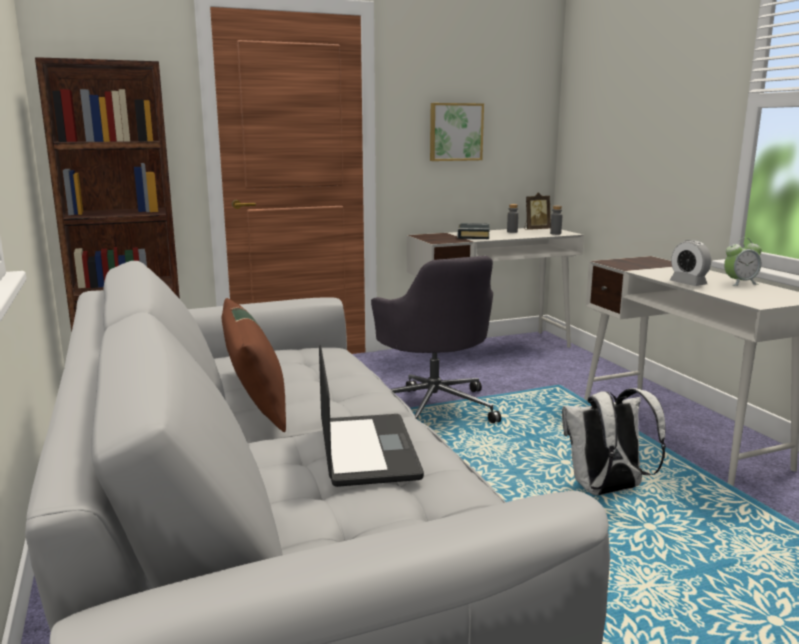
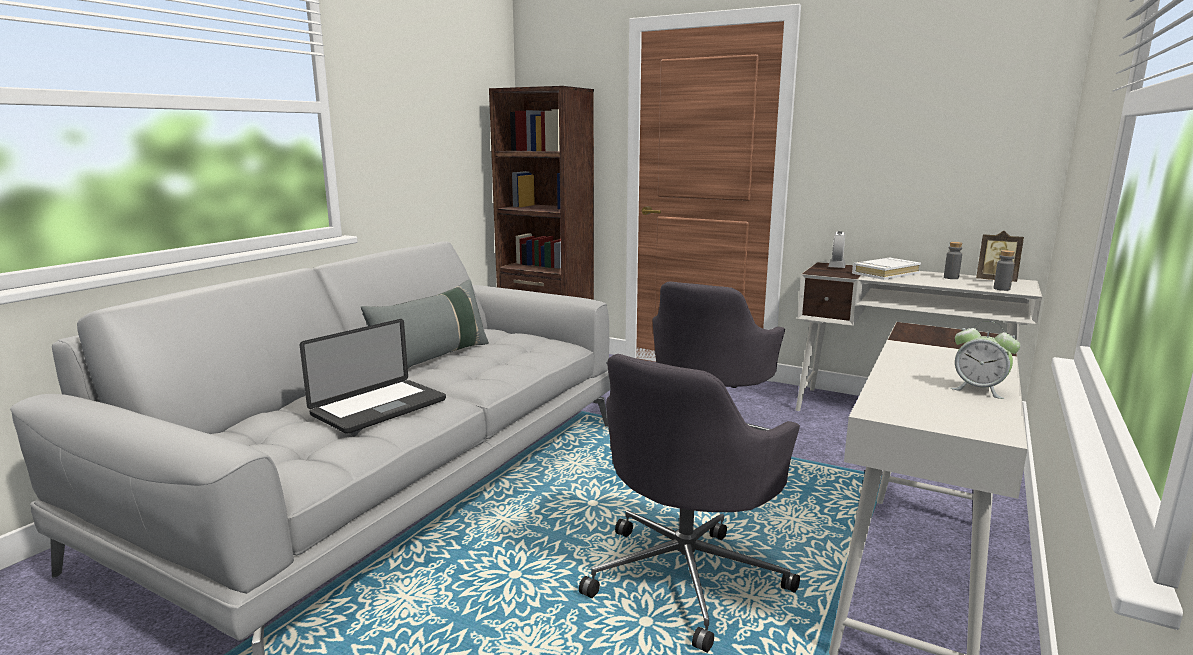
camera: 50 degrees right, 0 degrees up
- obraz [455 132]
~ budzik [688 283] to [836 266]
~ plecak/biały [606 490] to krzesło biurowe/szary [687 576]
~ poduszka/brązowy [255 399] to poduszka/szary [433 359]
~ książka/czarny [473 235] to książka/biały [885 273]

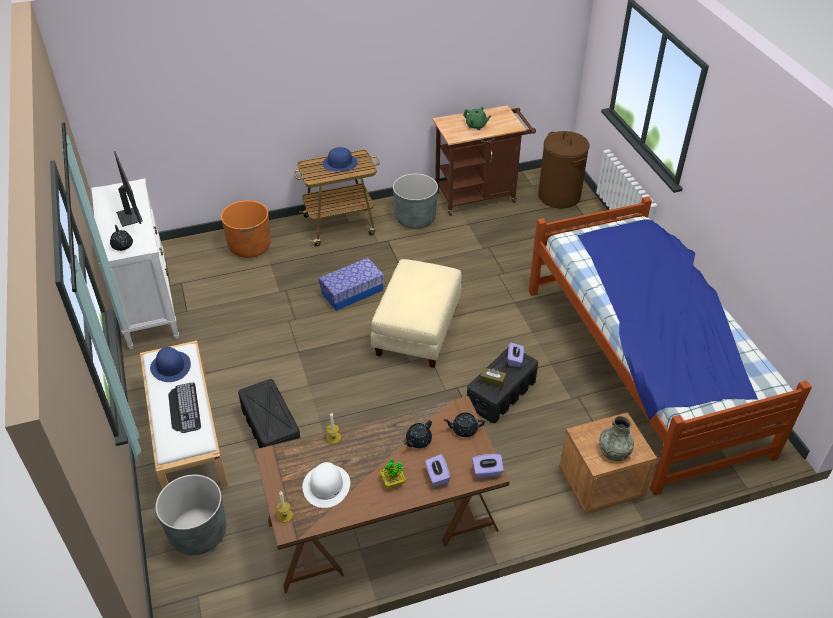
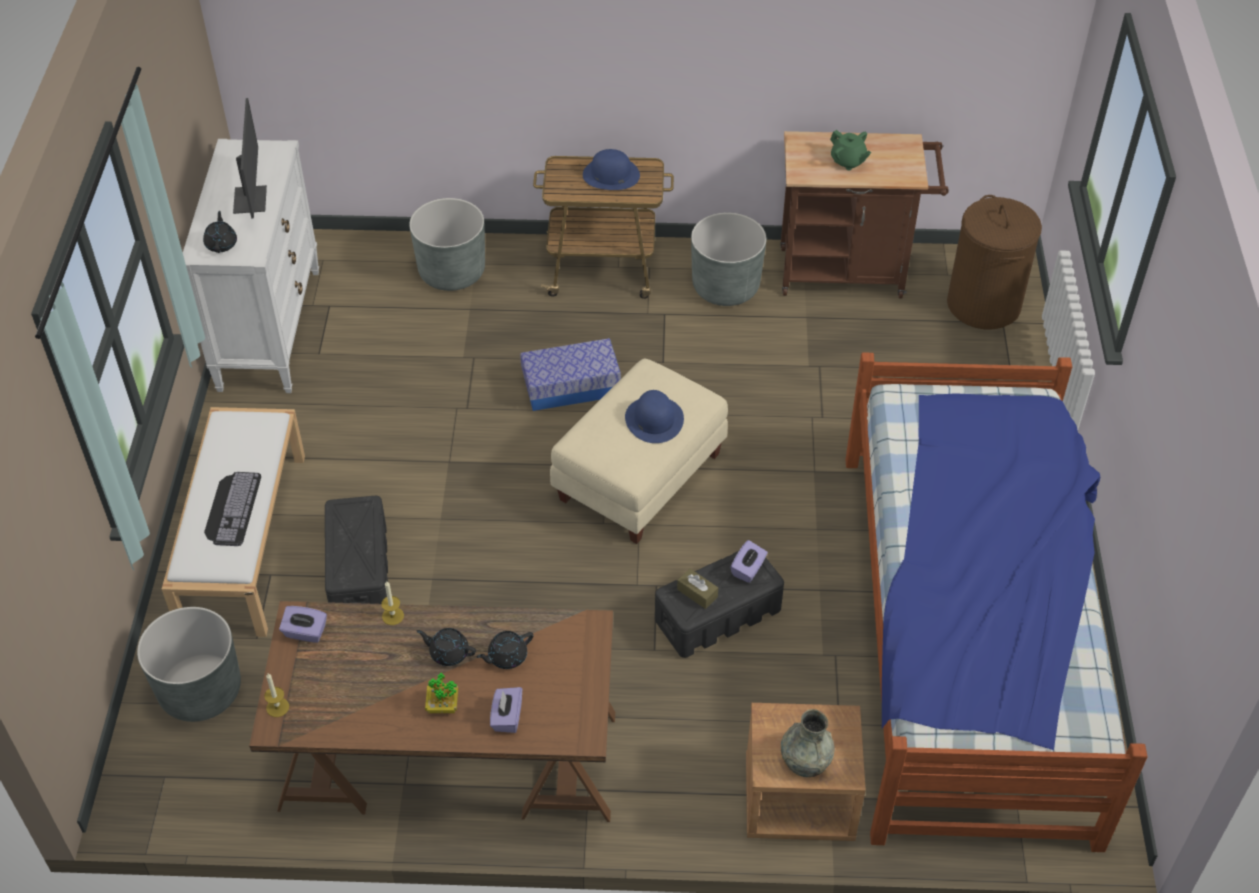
camera: 20 degrees right, 5 degrees up
- kapelusz/biały [326 486]
~ kapelusz/niebieski [170 366] to [654 419]
~ imbryk/czarny [464 429] to [448 653]
~ pudełko chusteczek/fioletowy [487 472] to [305 632]
~ donica/pomarańczowy [250 247] to donica/szary [452 272]

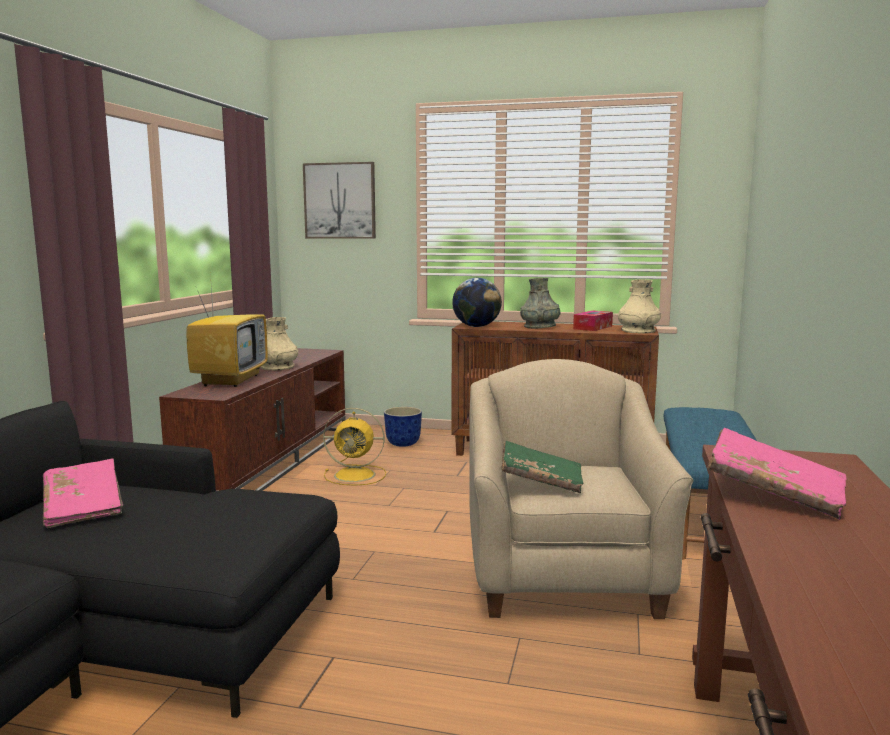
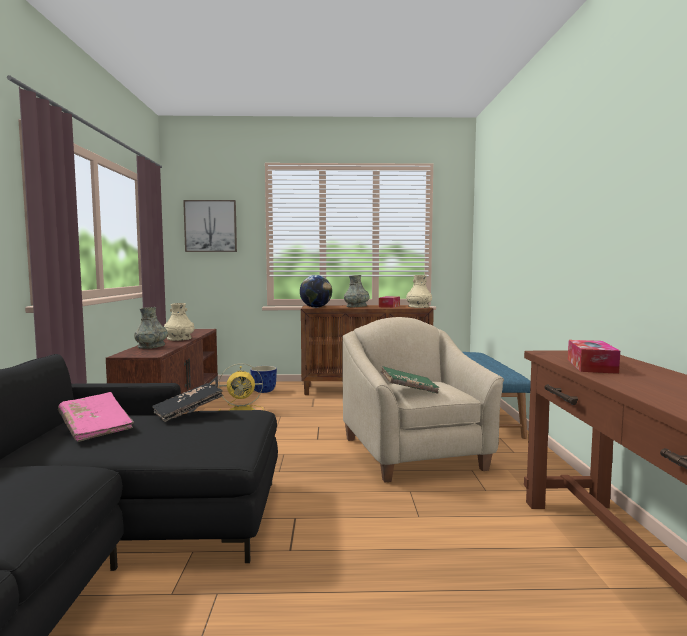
camera: 15 degrees left, 5 degrees down
+ książka/czarny [188 412]
~ telewizor [230 380] to wazon/szary [151 346]
~ książka/różowy [774 493] to pudełko chusteczek [591 366]

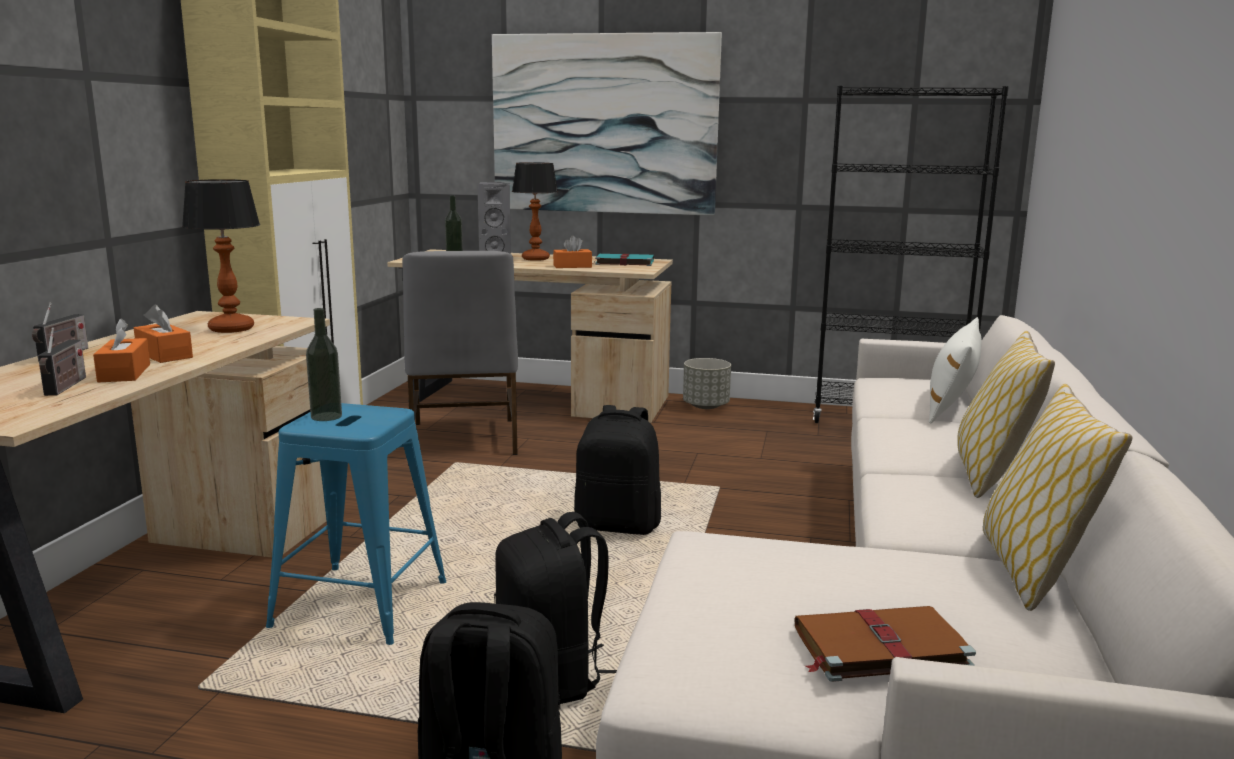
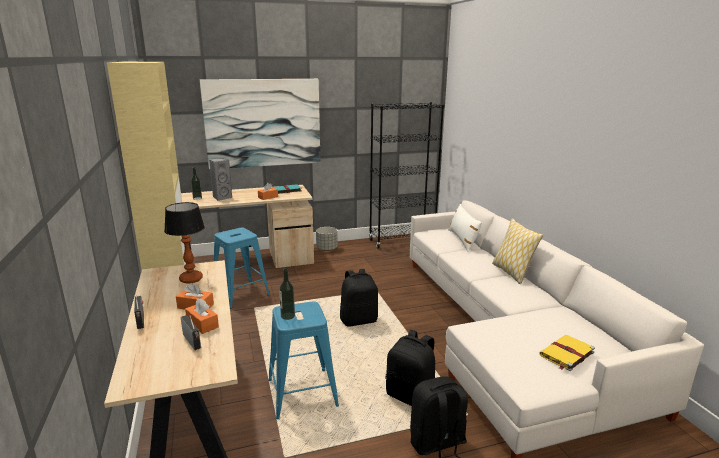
camera: 30 degrees left, 5 degrees up
- lampa stołowa [535 259]
- poduszka [1033 571]
~ krzesło/szary [463 439] to stołek/niebieski [241 293]
~ książka/brązowy [878 648] to książka/żółty [566 354]

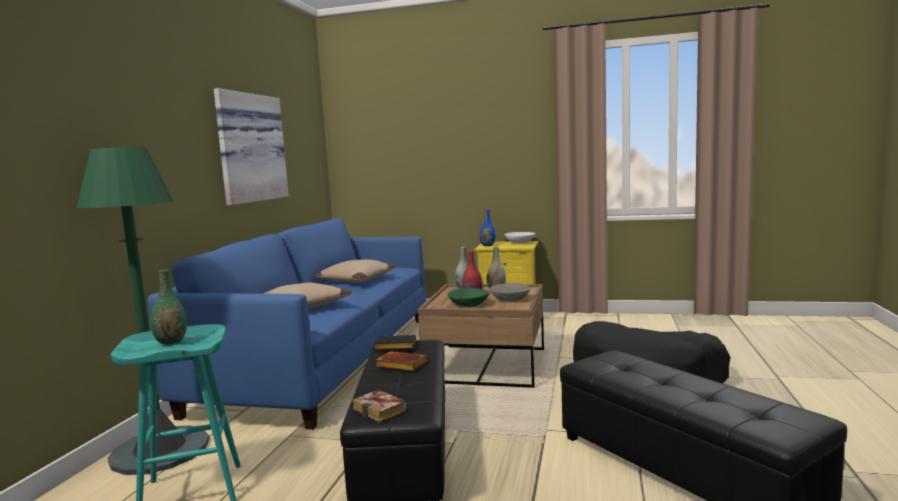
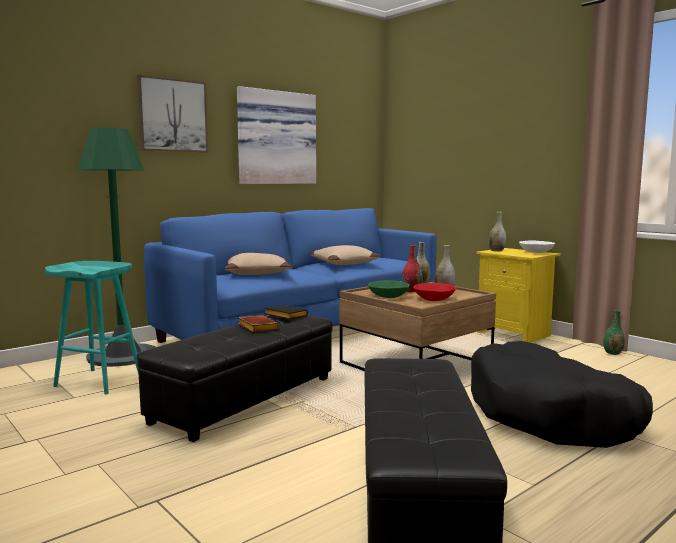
camera: 35 degrees right, 0 degrees up
- książka [382 411]
+ obraz [173 115]
~ wazon/zielony [171 342] to [613 353]
~ wazon/niebieski [488 245] to wazon/szary [497 250]
~ miska/szary [510 299] to miska/czerwony [434 299]

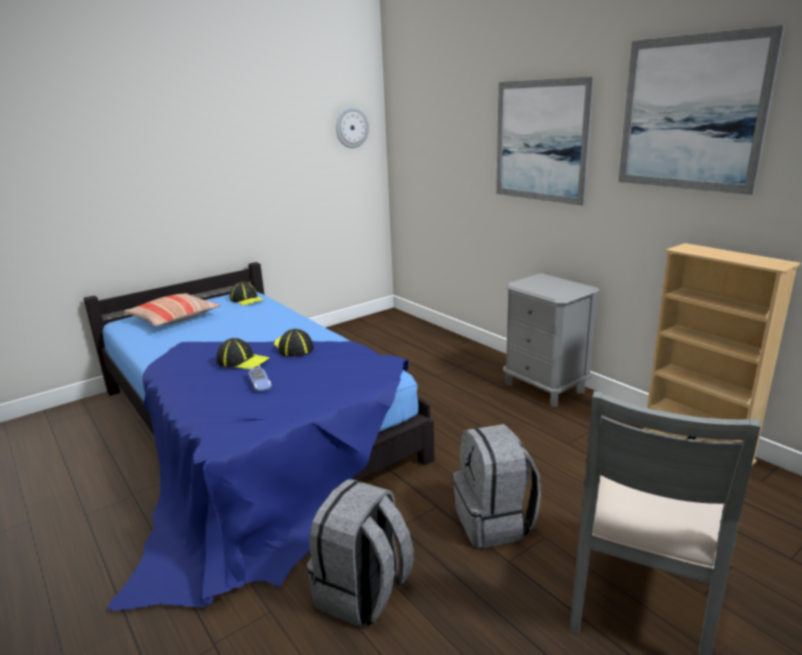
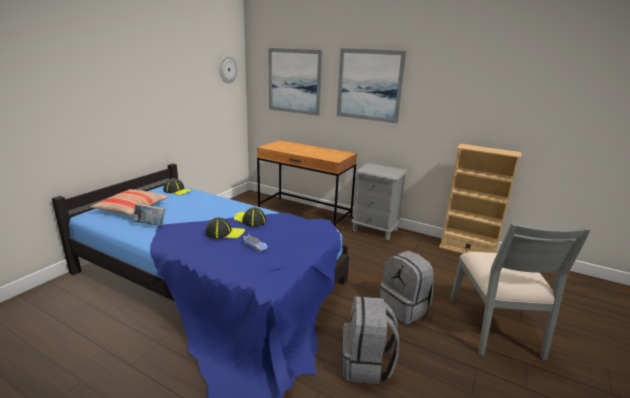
camera: 25 degrees left, 0 degrees up
+ książka [150 225]
+ biurko/brązowy [304 213]
~ obraz [691 114] to [294 81]

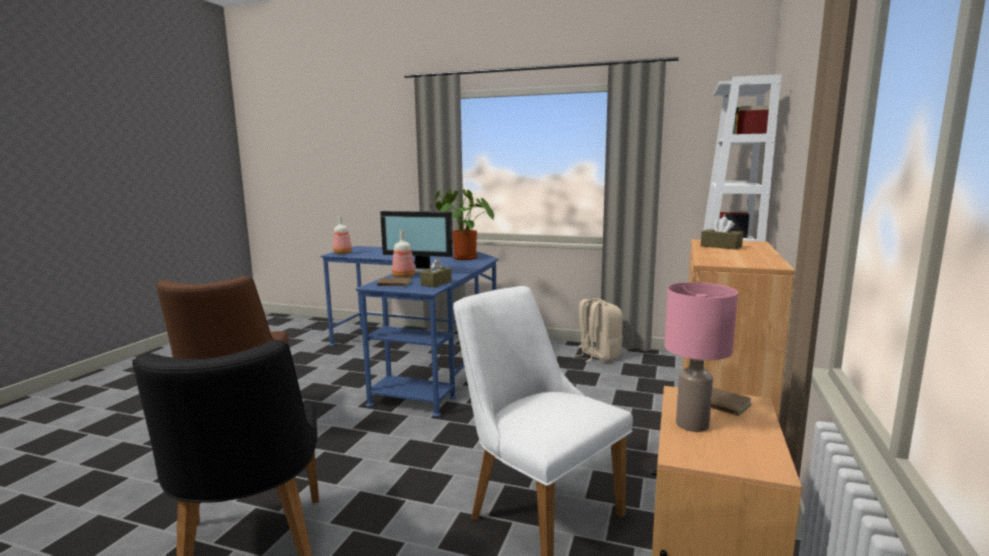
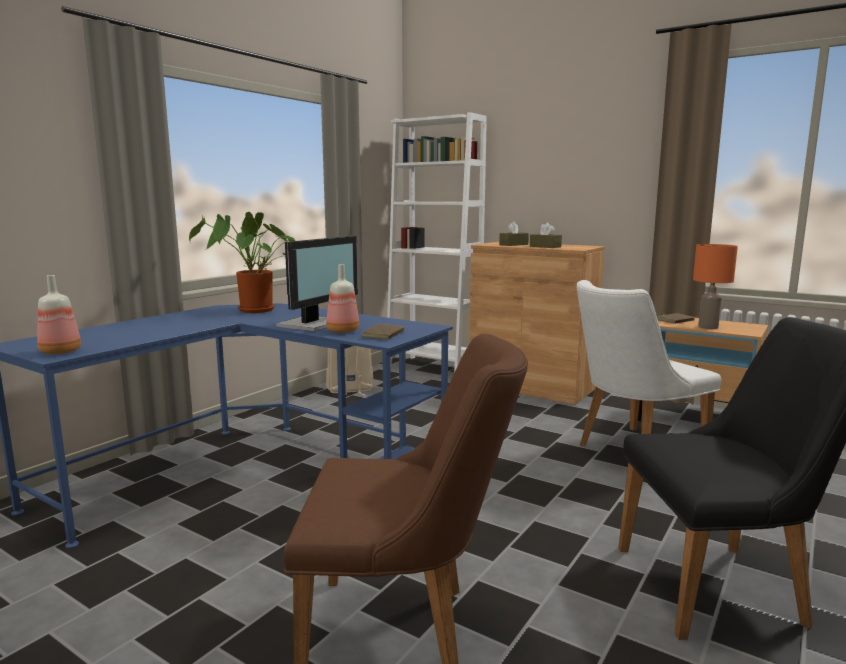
camera: 75 degrees left, 0 degrees up
~ pudełko chusteczek/brązowy [436 283] to [545 247]
~ lampa stołowa/różowy [691 424] to lampa stołowa/pomarańczowy [708 327]

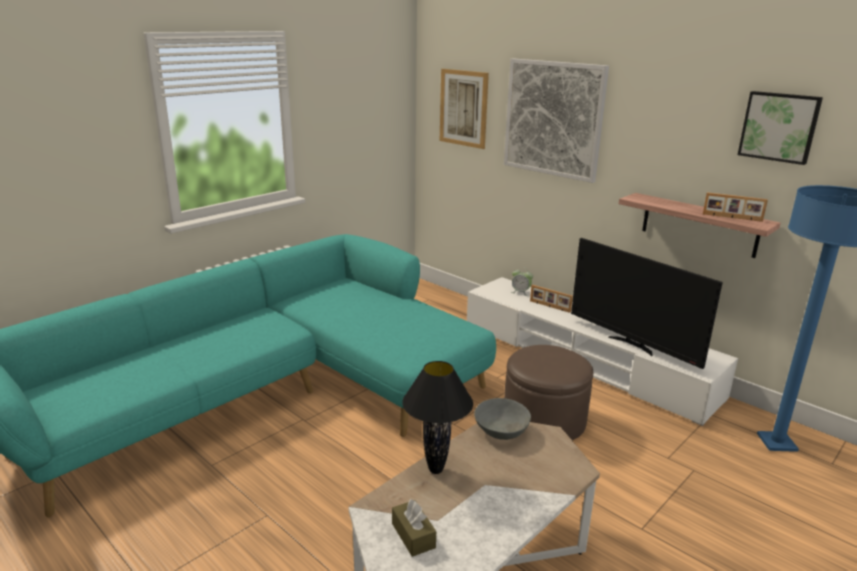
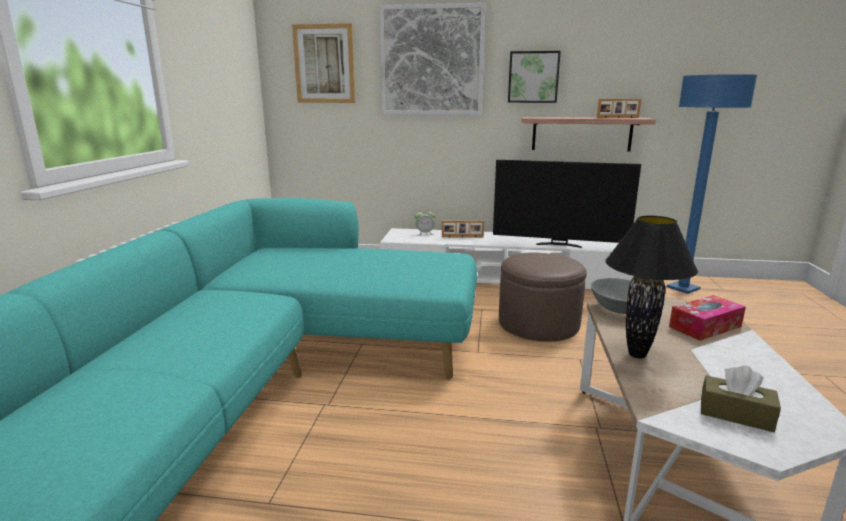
camera: 35 degrees left, 5 degrees down
+ pudełko chusteczek [705 326]
~ obraz [779 127] to [533 77]

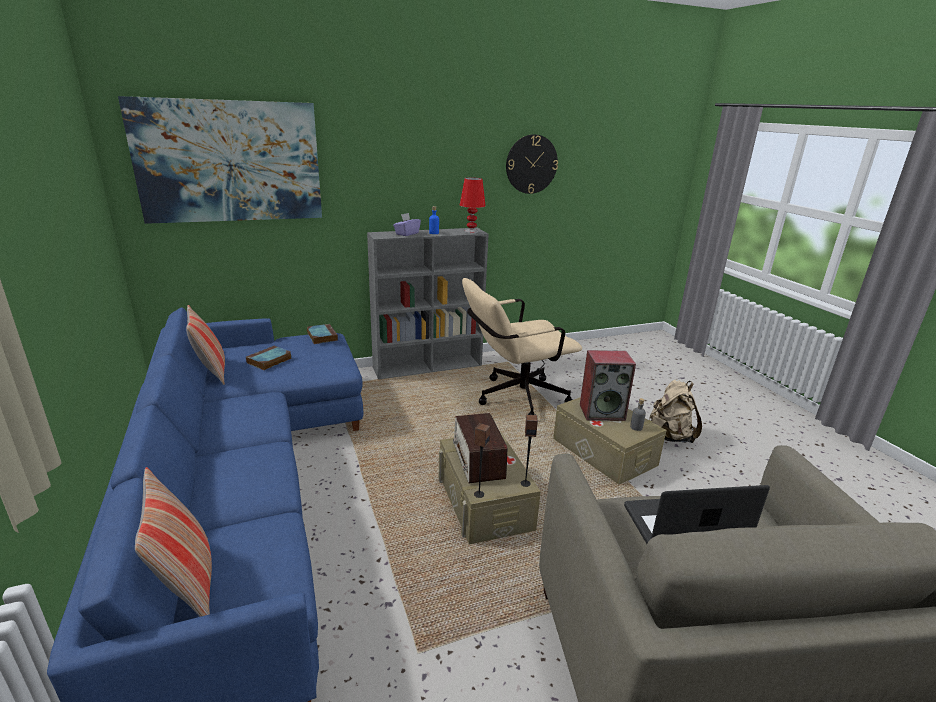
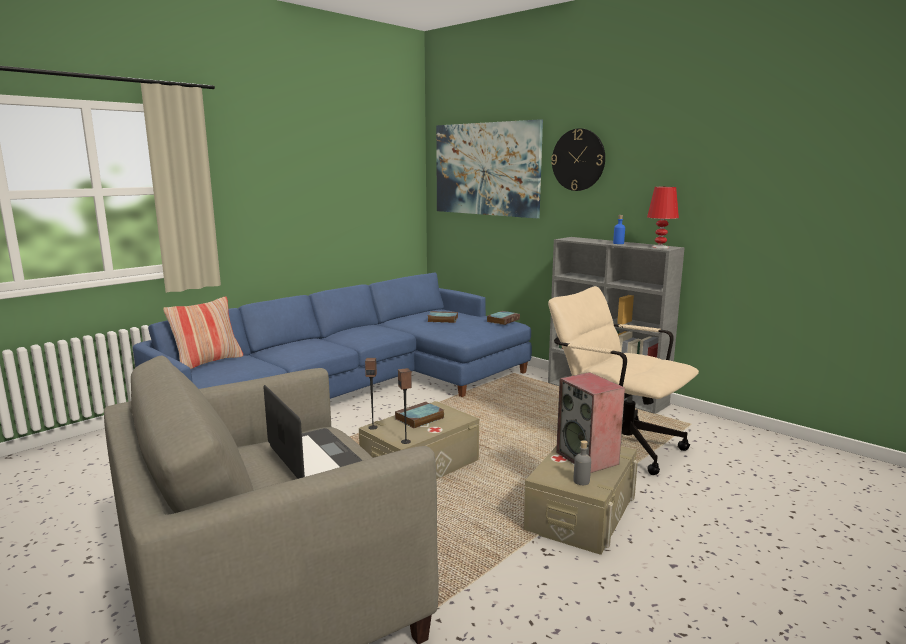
camera: 65 degrees right, 10 degrees down
- poduszka [211 372]
- pudełko chusteczek/fioletowy [407 234]
- plecak/beżowy [669 436]
~ zegar ścienny [531 164] to [578 160]
~ radio [478 461] to książka [419 418]

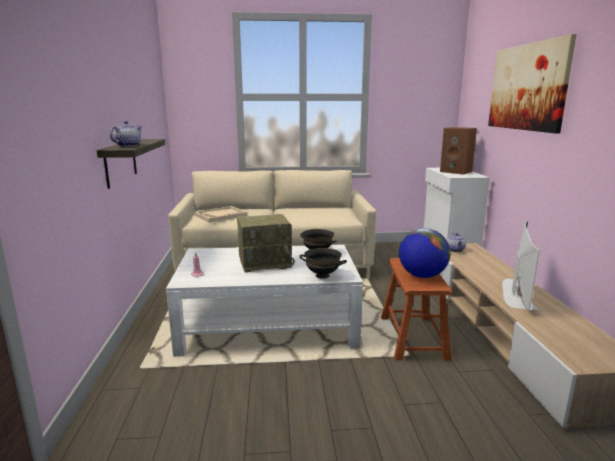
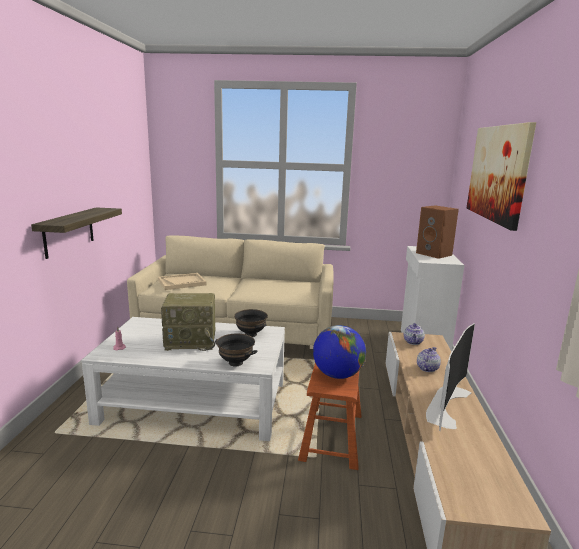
camera: 10 degrees right, 0 degrees up
~ imbryk [128 146] to [427 368]

